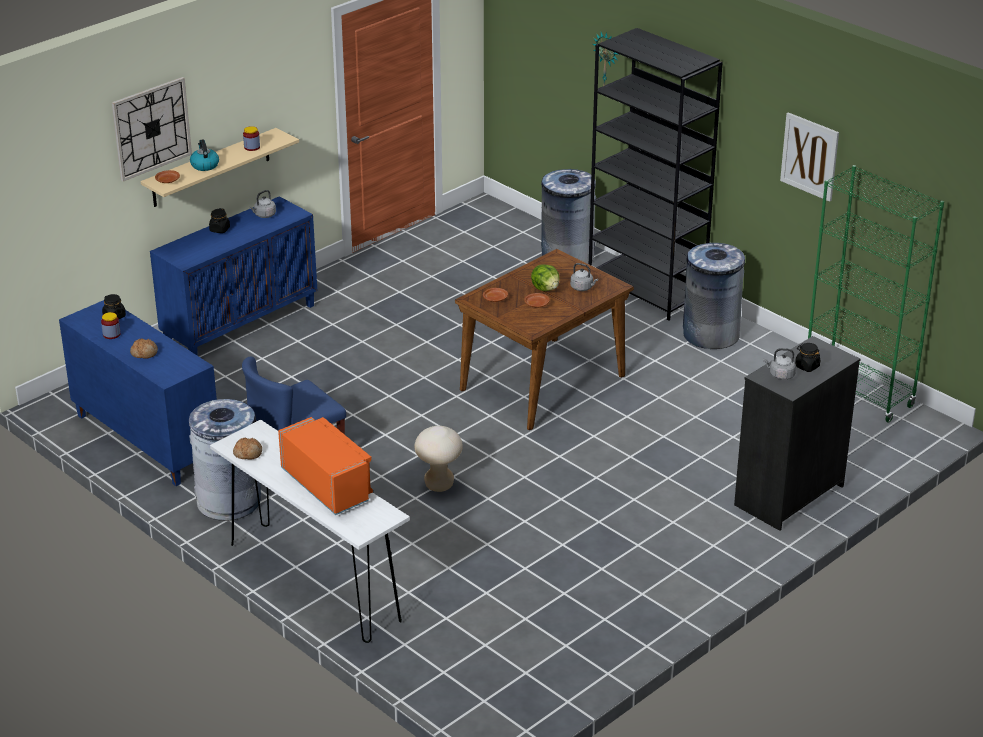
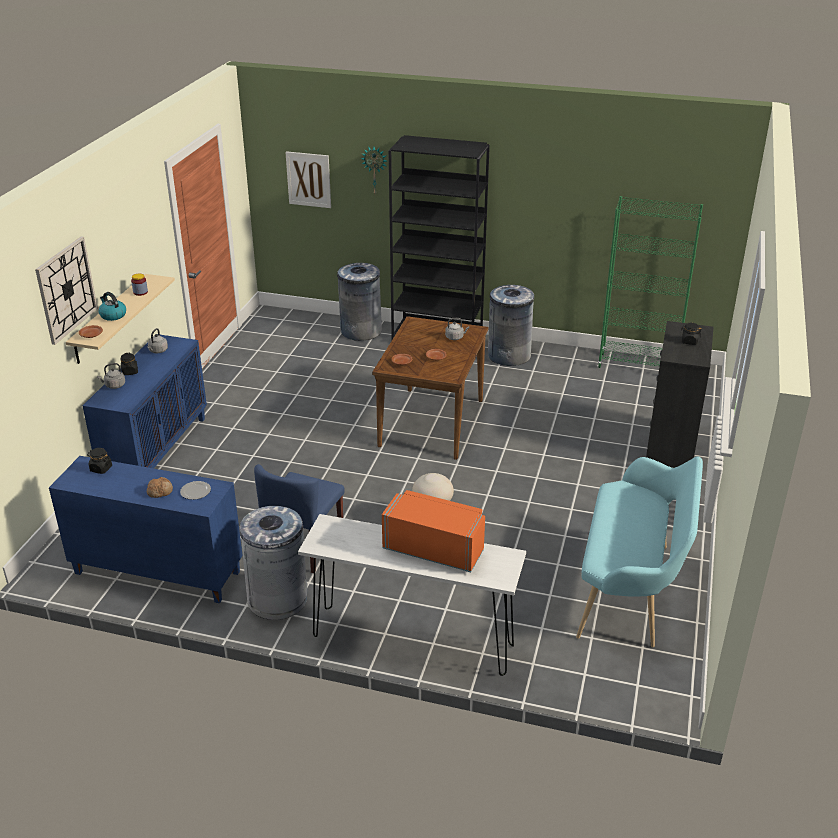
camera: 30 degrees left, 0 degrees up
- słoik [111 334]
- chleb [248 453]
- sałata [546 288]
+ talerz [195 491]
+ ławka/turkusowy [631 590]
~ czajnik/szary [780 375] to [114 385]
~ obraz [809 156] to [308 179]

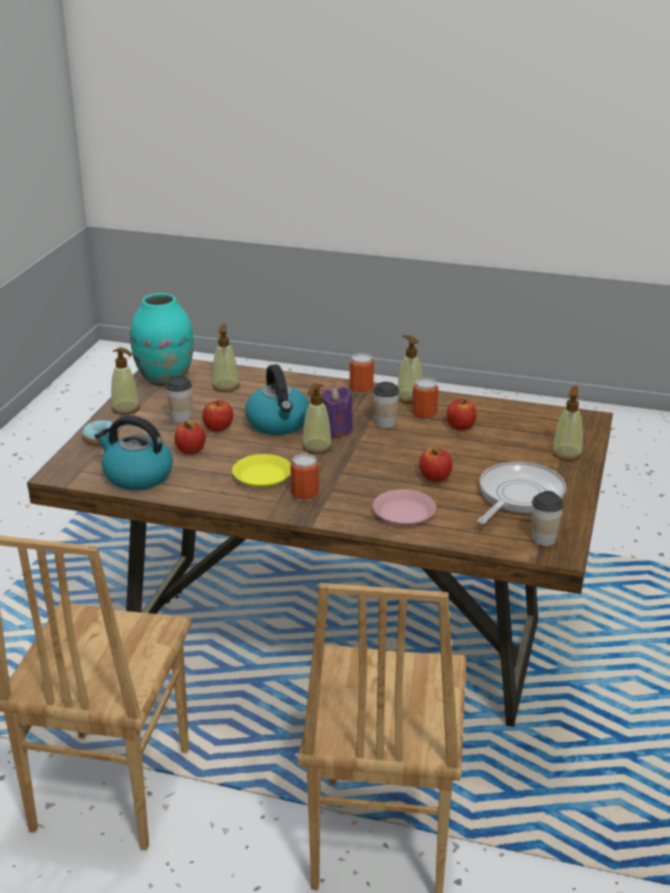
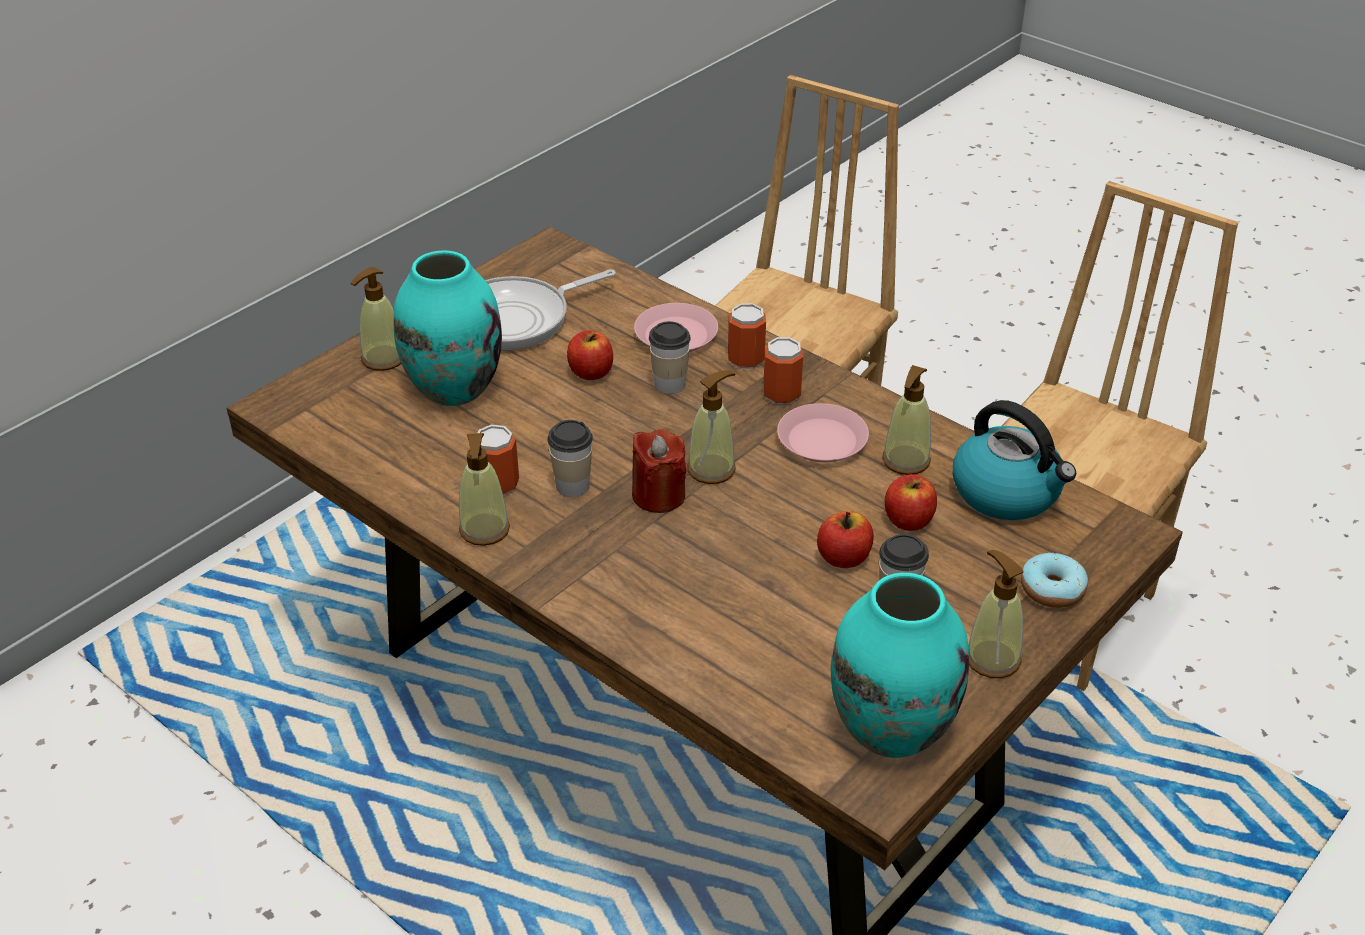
camera: 155 degrees left, 10 degrees up
- czajnik [278 423]
- jabłko [460 426]
+ wazon/turkusowy [453 388]
~ dozownik mydła [226 386] to [906 461]
~ puszka [361 389] to [746 359]
~ filiżanka [543 539] to [669 384]
~ talerz/żółty [262 476] to talerz/różowy [822 441]
~ świeca/fioletowy [335 430] to świeca/czerwony [658 495]

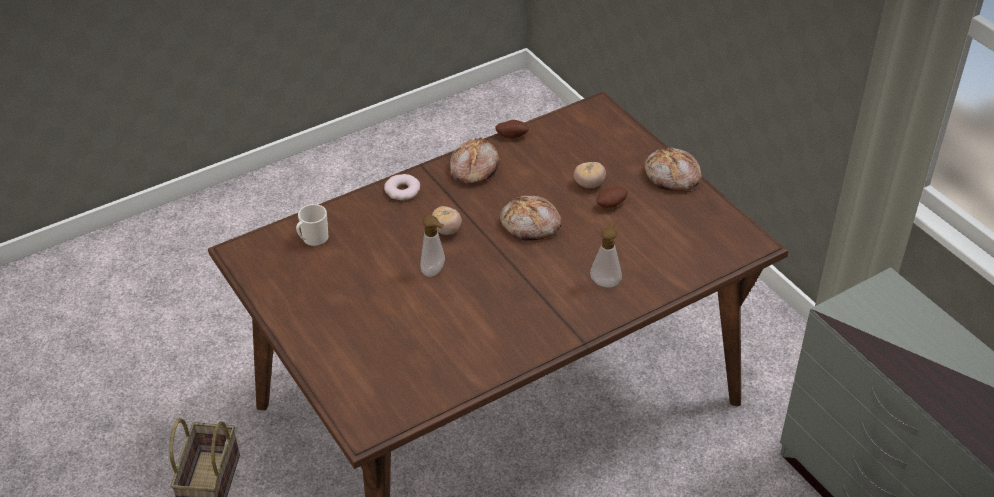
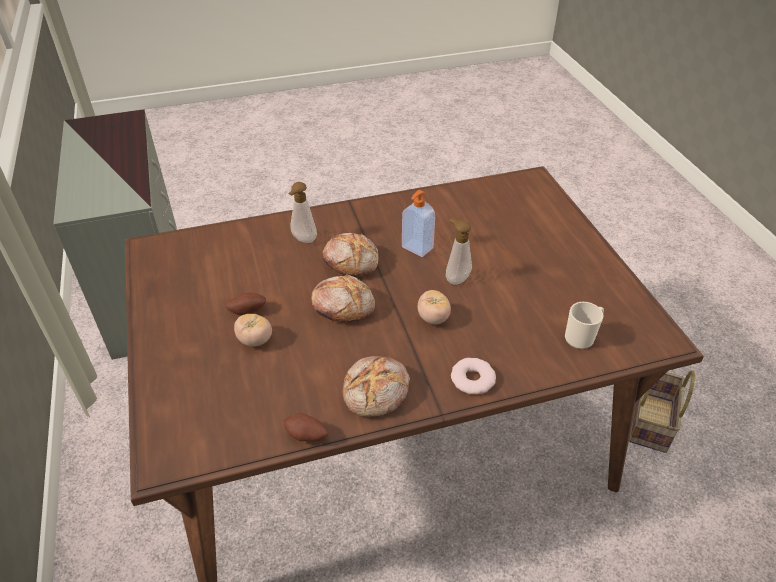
camera: 165 degrees left, 0 degrees up
+ dozownik mydła [416 248]
~ chleb [672 177] to [351 261]

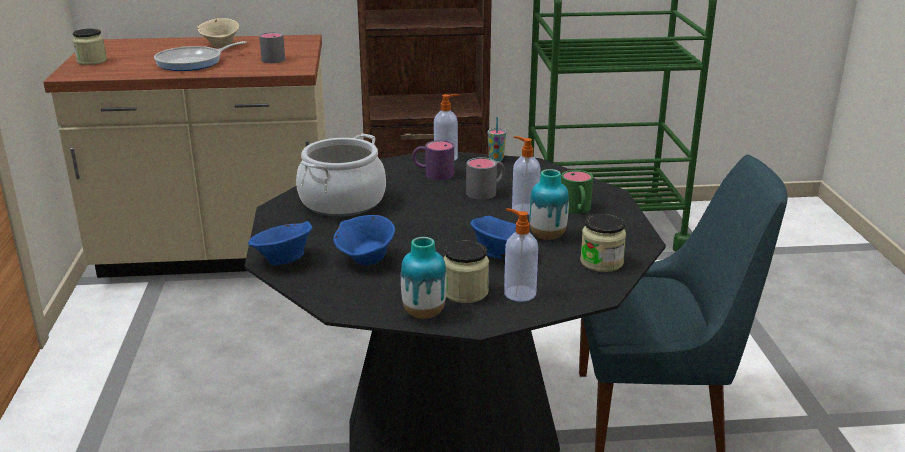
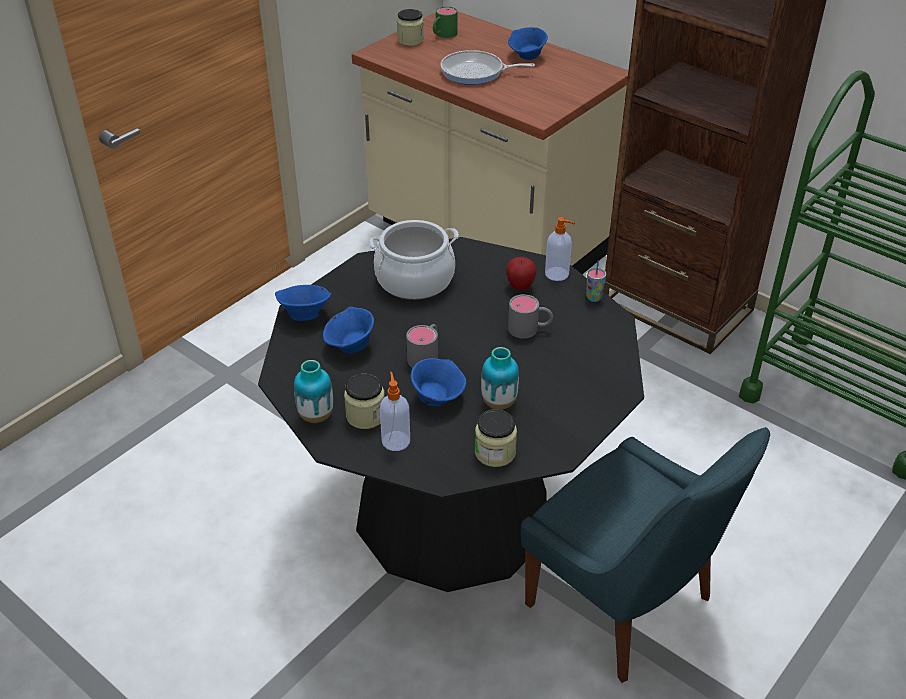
camera: 45 degrees right, 15 degrees up
- dozownik mydła [524 209]
~ kubek/szary [272 58] to [426 355]
~ kubek/zielony [576 210] to [443 35]
~ kubek/fioletowy [433 173] to jabłko [520 286]
~ miska/beżowy [221 46] to miska/niebieski [527 57]

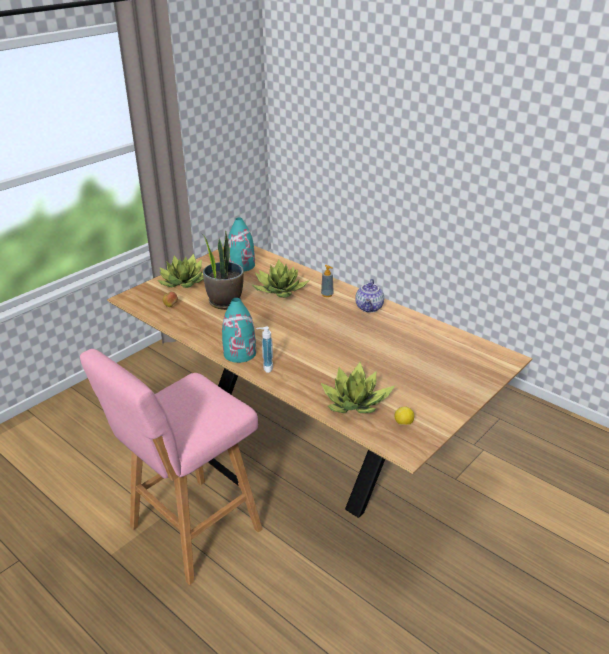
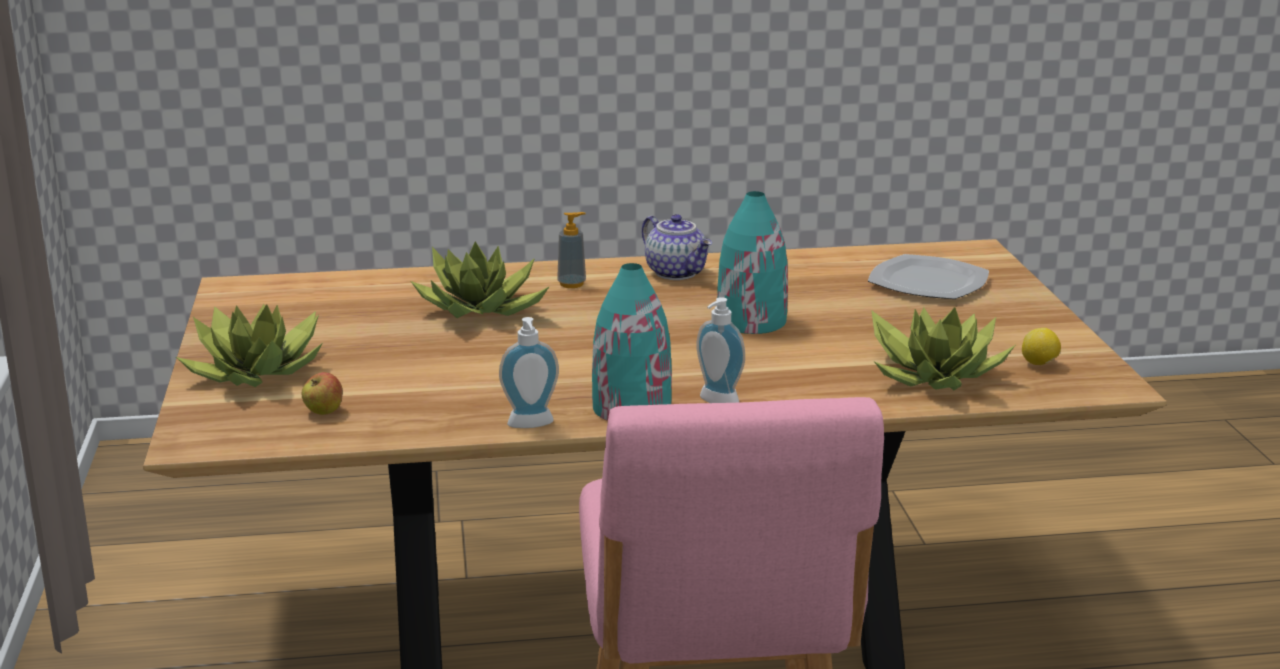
camera: 50 degrees left, 10 degrees down
- roślina doniczkowa [225 302]
+ dozownik mydła [531 425]
+ talerz [927 282]
~ wazon/turkusowy [242 265] to [751 321]

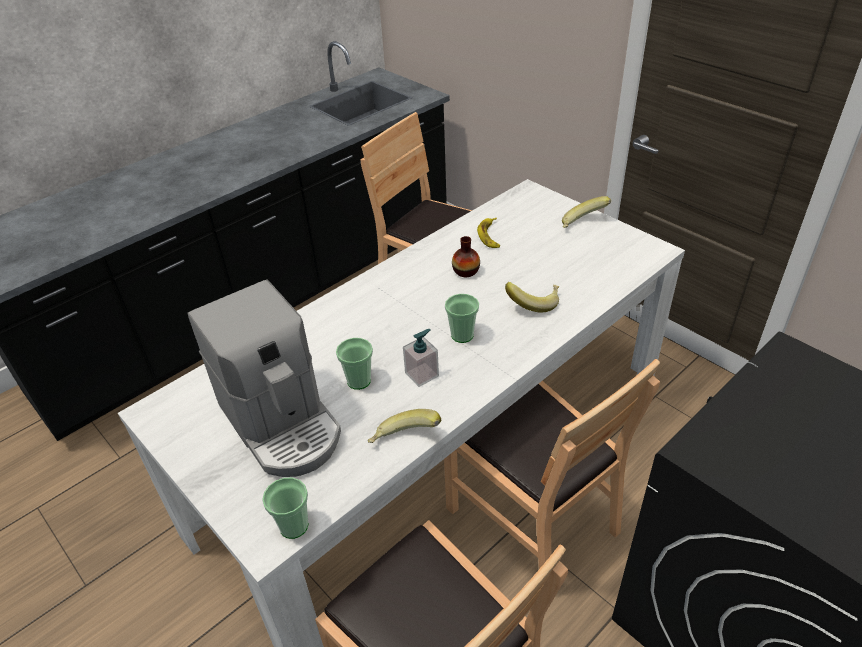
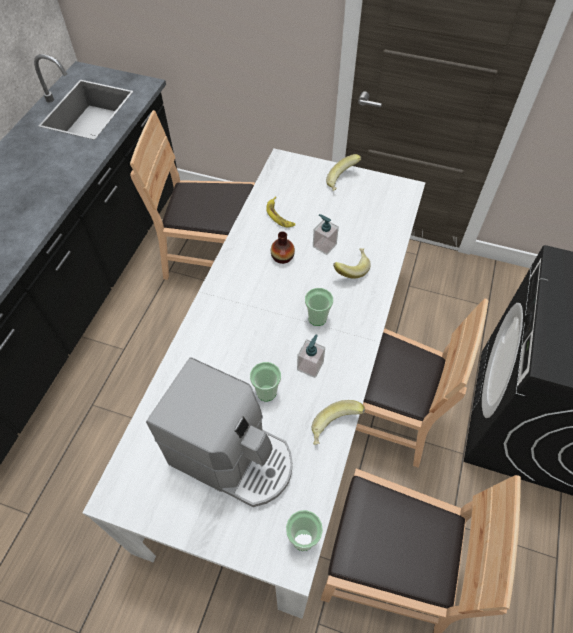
camera: 30 degrees left, 15 degrees up
+ dozownik mydła [324 245]

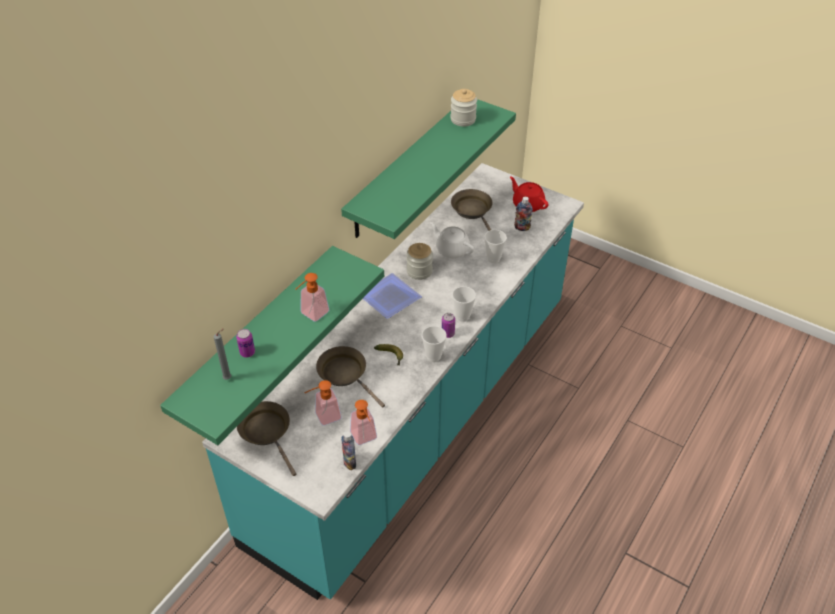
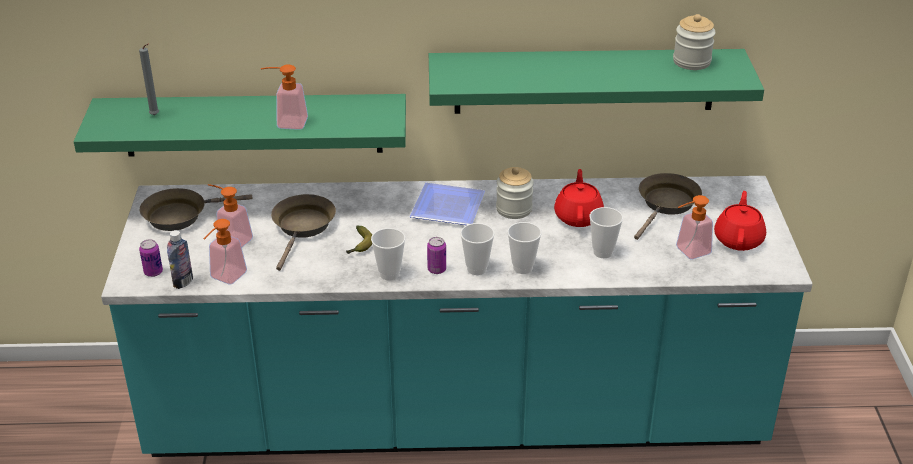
camera: 55 degrees right, 10 degrees down
+ filiżanka [522 268]
~ puszka [247 352] to [153 272]
~ butelka [522 228] to dozownik mydła [688 252]
~ imbryk/biały [451 250] to imbryk/czerwony [578 216]
~ patelnia/brązowy [267 432] = [180 215] 135 degrees counterclockwise

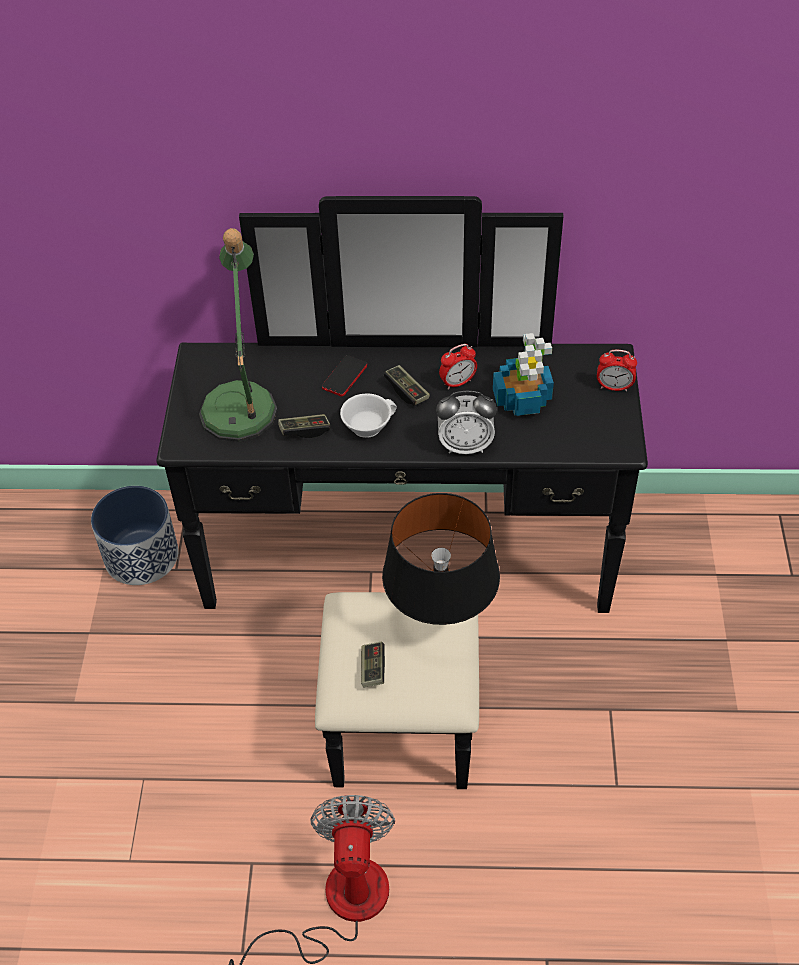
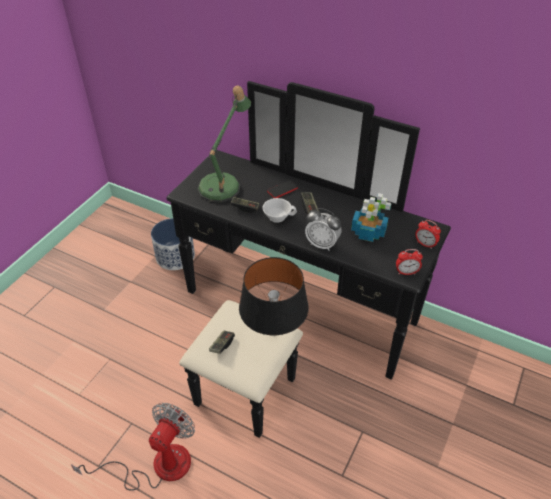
camera: 25 degrees right, 5 degrees down
~ budzik [457 383] to [406 272]

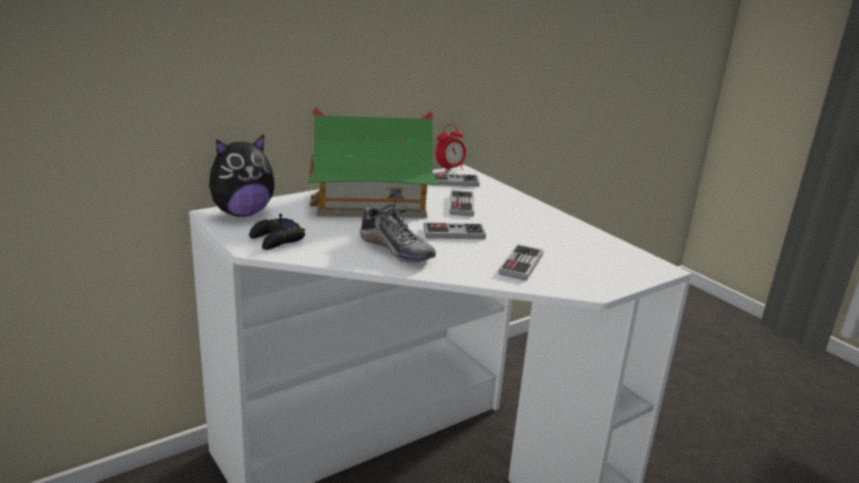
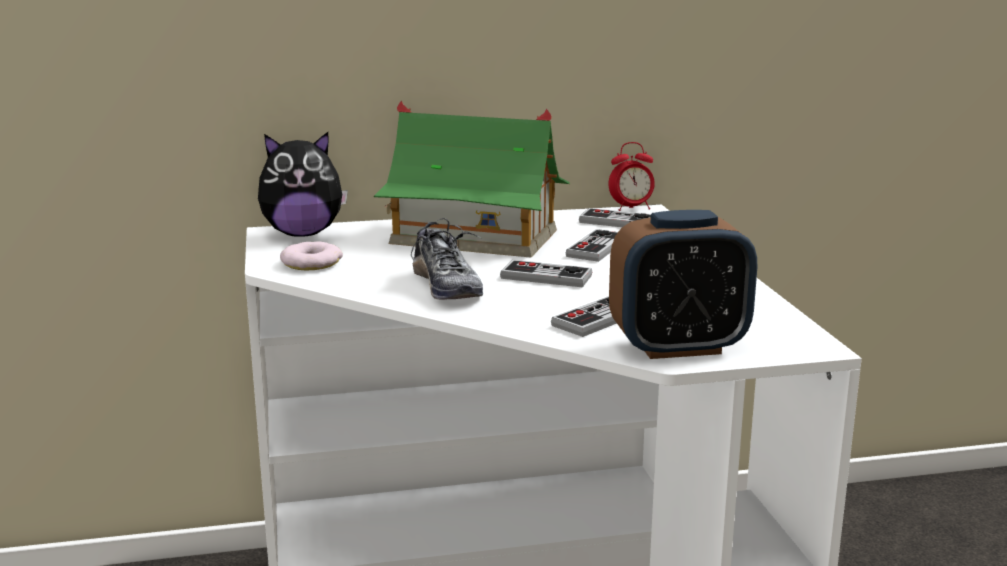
camera: 25 degrees right, 5 degrees down
+ budzik [678 347]
~ pad do gier/czarny [277 240] to donut [311 263]

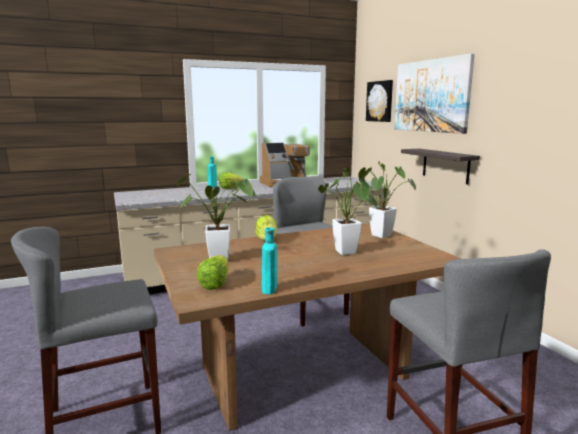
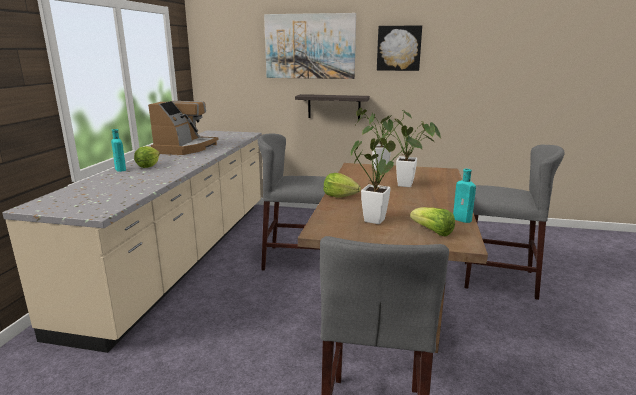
camera: 55 degrees left, 5 degrees up
~ obraz [380 101] to [399 48]

